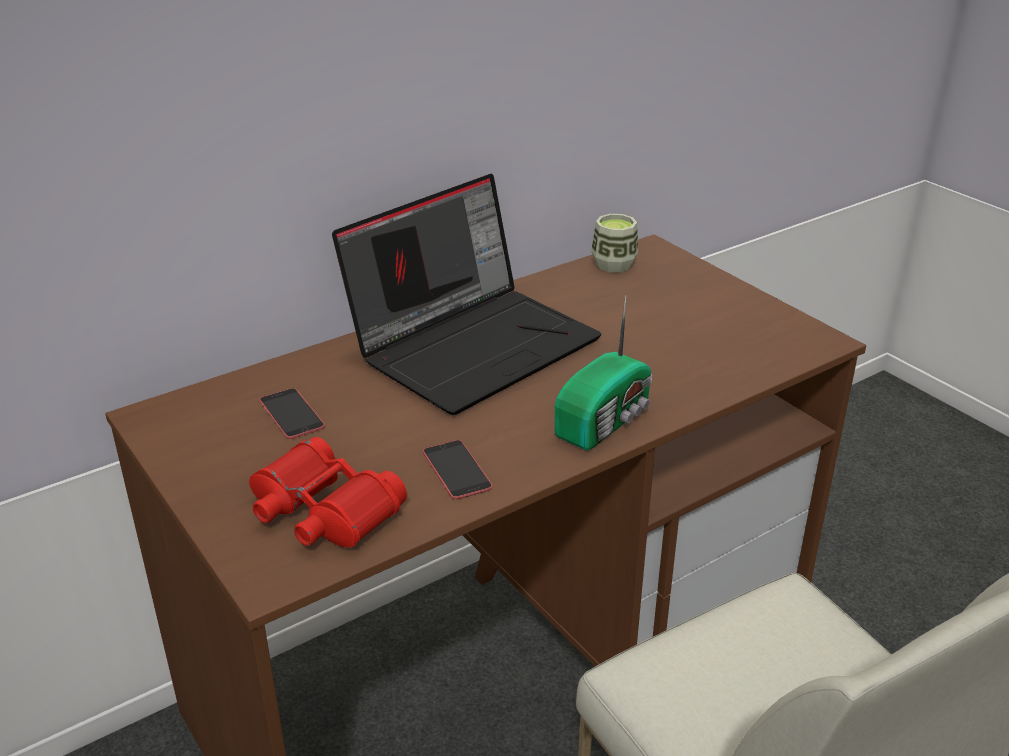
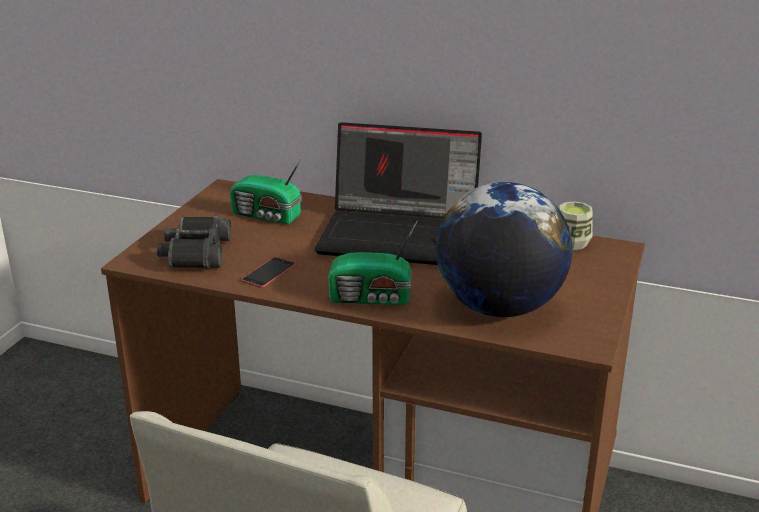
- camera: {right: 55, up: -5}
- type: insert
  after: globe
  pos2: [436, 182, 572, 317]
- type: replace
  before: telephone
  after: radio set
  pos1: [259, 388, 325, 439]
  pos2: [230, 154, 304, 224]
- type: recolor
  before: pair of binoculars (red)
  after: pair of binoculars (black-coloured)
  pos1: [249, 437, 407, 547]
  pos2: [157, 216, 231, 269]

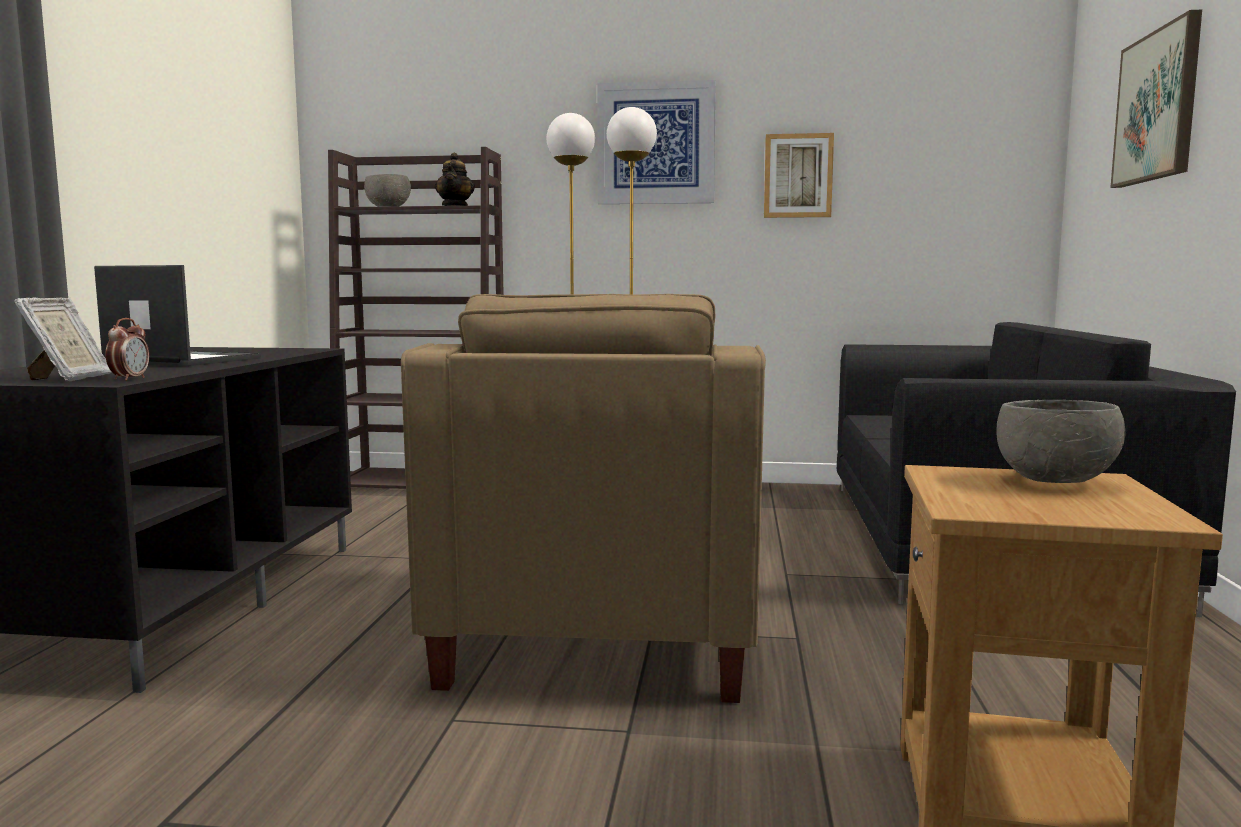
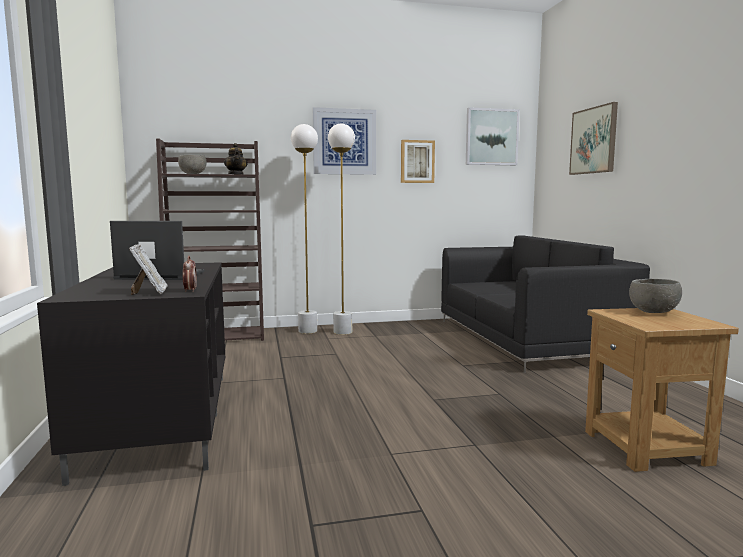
- camera: {right: -20, up: 0}
- type: delete
  before: armchair (beige)
  pos1: [401, 294, 766, 703]
- type: insert
  after: picture
  pos2: [466, 107, 520, 165]

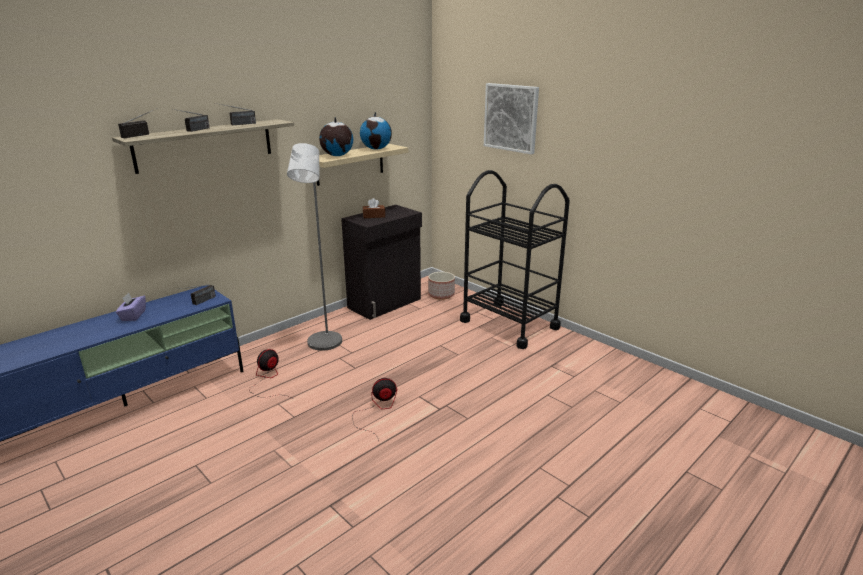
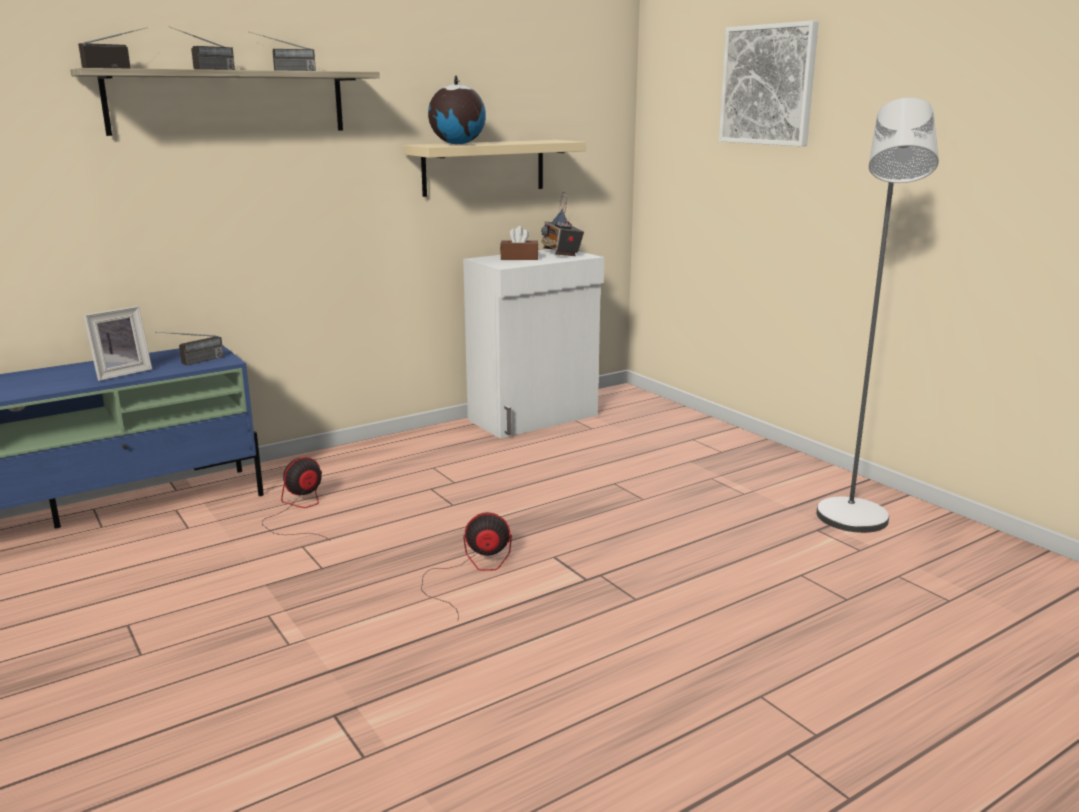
- camera: {right: 10, up: -5}
- type: delete
  before: tissue box (purple-coloured)
  pos1: [116, 293, 146, 321]
- type: delete
  before: globe
  pos1: [360, 112, 392, 150]
- type: delete
  before: plant pot
  pos1: [428, 272, 455, 300]
- type: delete
  before: cart (black-coloured)
  pos1: [460, 170, 570, 349]
- type: insert
  after: picture frame
  pos2: [83, 306, 152, 381]
- type: insert
  after: radio set
  pos2: [541, 192, 584, 256]
- type: move
  before: standard lamp (greyish)
  pos1: [287, 143, 342, 351]
  pos2: [816, 97, 939, 533]
- type: recolor
  before: cabinet (black-coloured)
  after: cabinet (white)
  pos1: [341, 205, 422, 320]
  pos2: [463, 249, 604, 438]

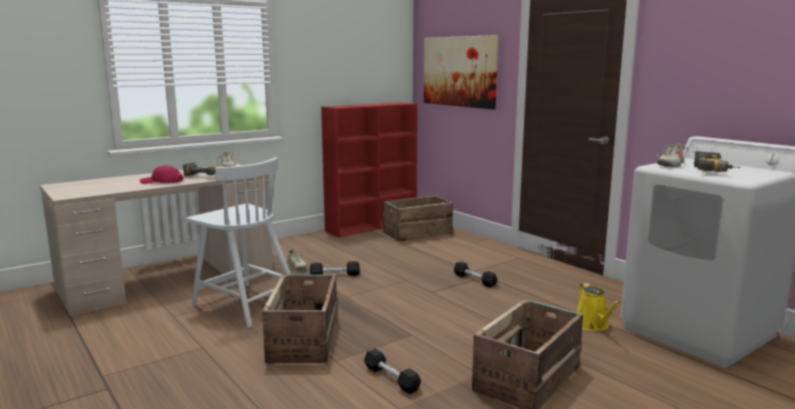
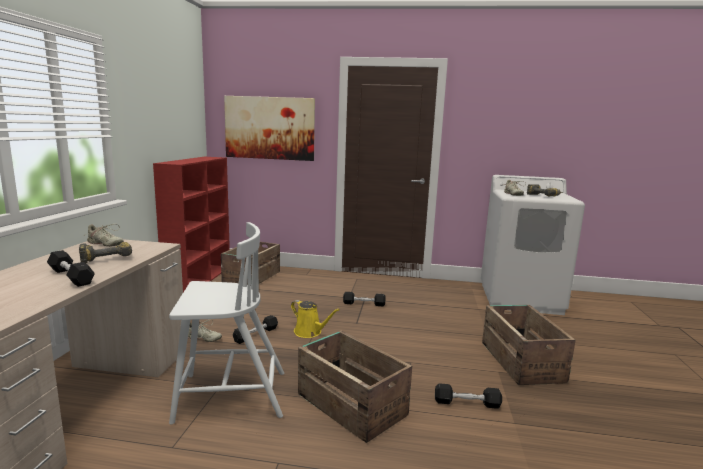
- camera: {right: -45, up: 0}
- type: move
  before: sprinkling can (yellow-coloured)
  pos1: [577, 283, 620, 331]
  pos2: [291, 300, 340, 338]
- type: replace
  before: peaked cap (red)
  after: dumbbell (black-coloured)
  pos1: [140, 166, 183, 184]
  pos2: [47, 250, 95, 287]

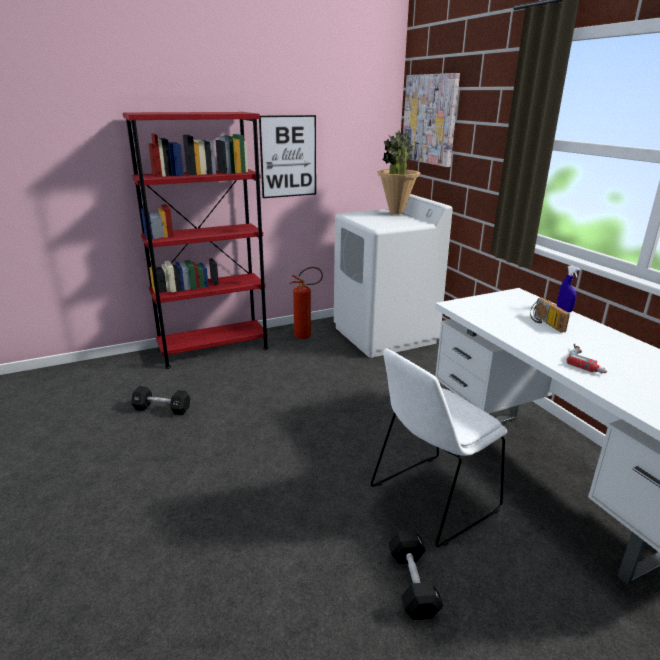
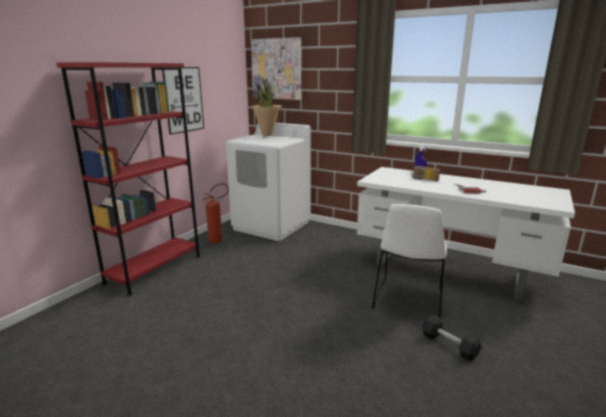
- camera: {right: -35, up: -5}
- type: delete
  before: dumbbell (black-coloured)
  pos1: [131, 386, 190, 415]

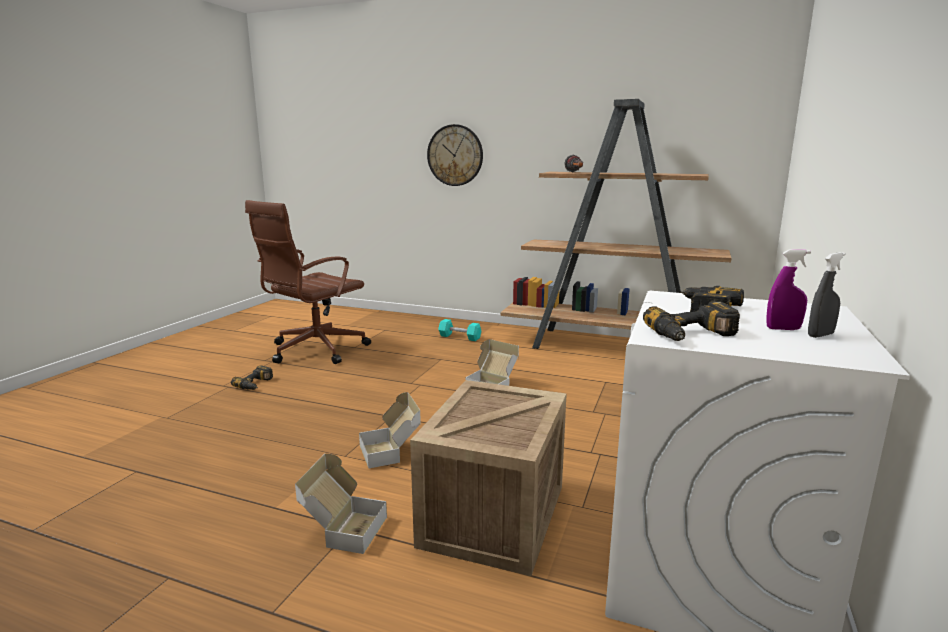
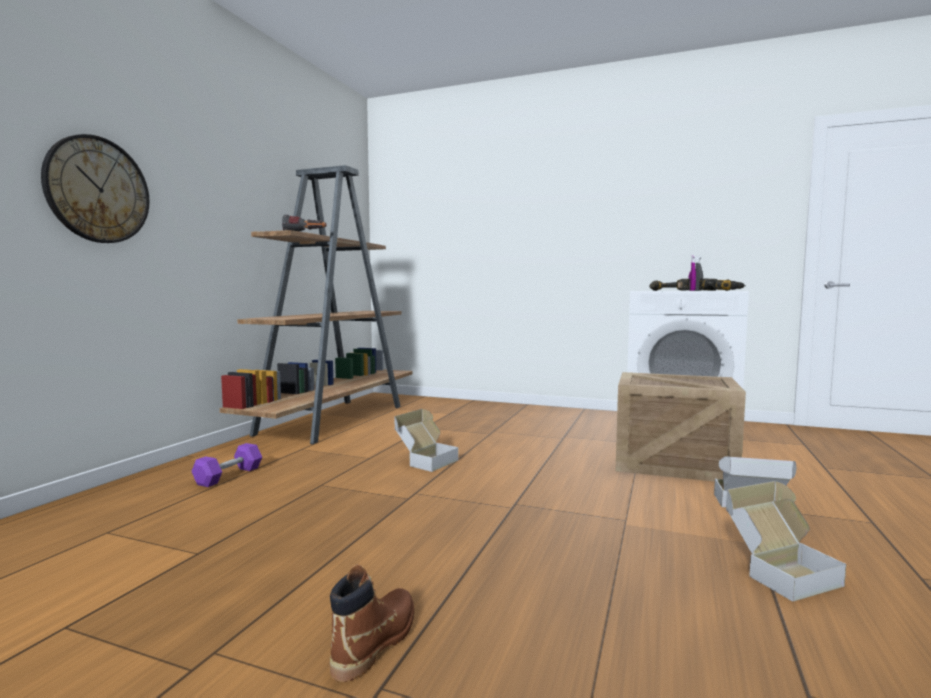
- camera: {right: -90, up: -10}
- type: delete
  before: desk chair (brown-coloured)
  pos1: [245, 200, 371, 364]
- type: move
  before: cardboard box
  pos1: [359, 392, 421, 468]
  pos2: [726, 481, 846, 602]
- type: replace
  before: electric drill
  after: high-top boot (brown-coloured)
  pos1: [231, 365, 273, 390]
  pos2: [330, 564, 414, 682]
- type: recolor
  before: dumbbell (turquoise-coloured)
  after: dumbbell (purple-coloured)
  pos1: [438, 319, 481, 341]
  pos2: [192, 443, 262, 487]

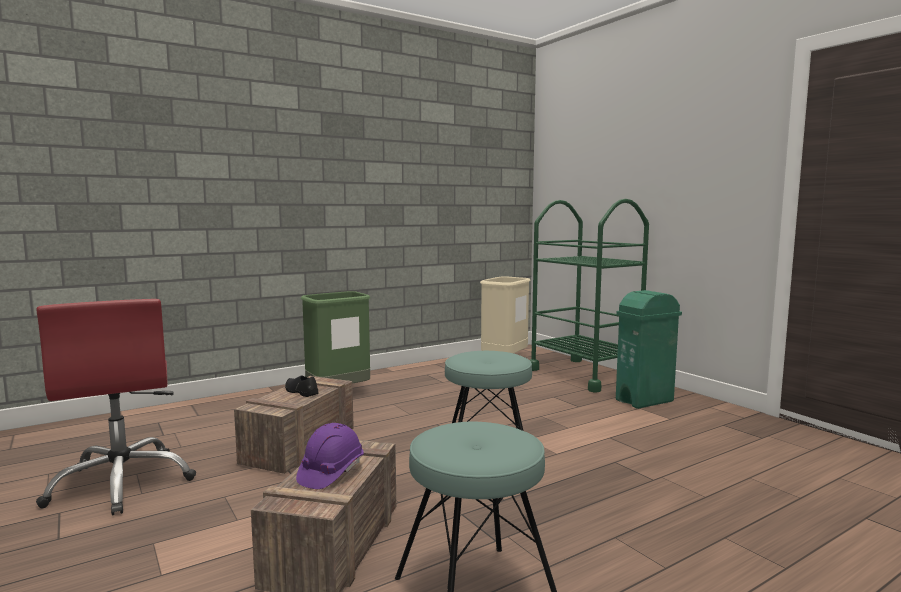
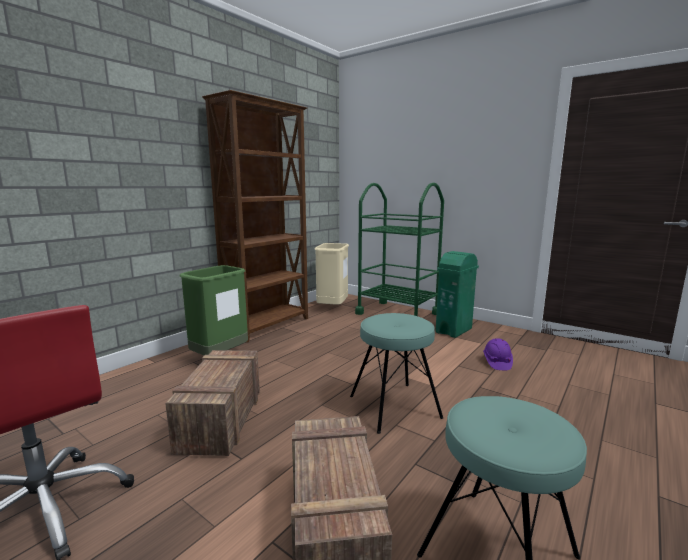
- camera: {right: -20, up: 5}
- type: delete
  before: low shoe (black-coloured)
  pos1: [285, 376, 319, 397]
- type: insert
  after: bookcase (brown-coloured)
  pos2: [202, 90, 308, 343]
- type: move
  before: safety helmet (purple-coloured)
  pos1: [296, 423, 364, 489]
  pos2: [483, 338, 513, 370]

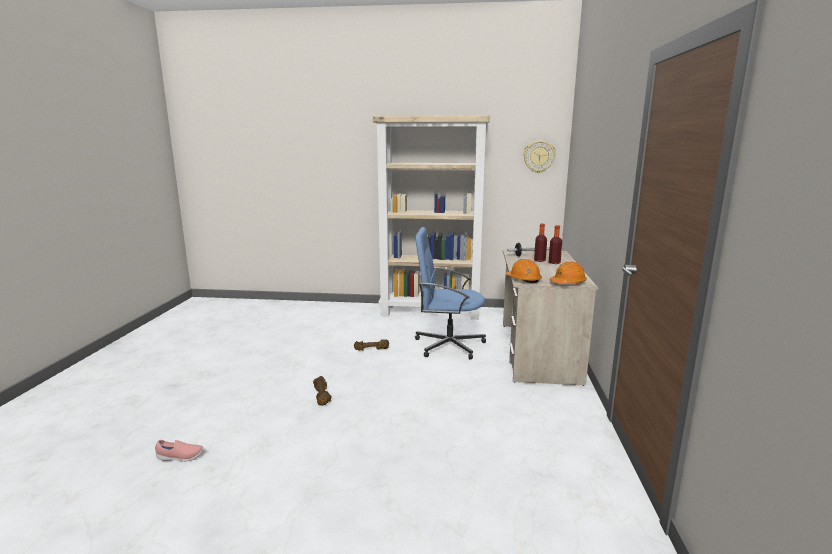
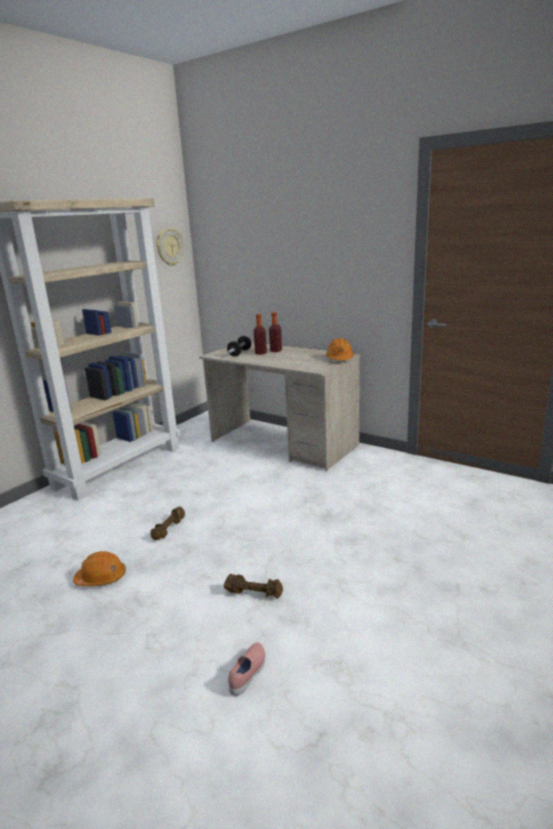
- camera: {right: -60, up: 5}
- type: delete
  before: desk chair (blue)
  pos1: [415, 227, 486, 359]
- type: move
  before: low shoe (pink)
  pos1: [155, 440, 203, 462]
  pos2: [228, 642, 265, 696]
- type: move
  before: safety helmet (orangey)
  pos1: [506, 259, 542, 283]
  pos2: [73, 551, 126, 586]

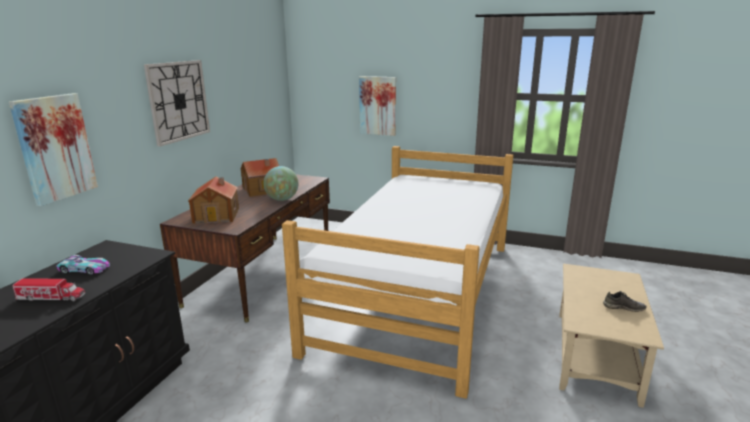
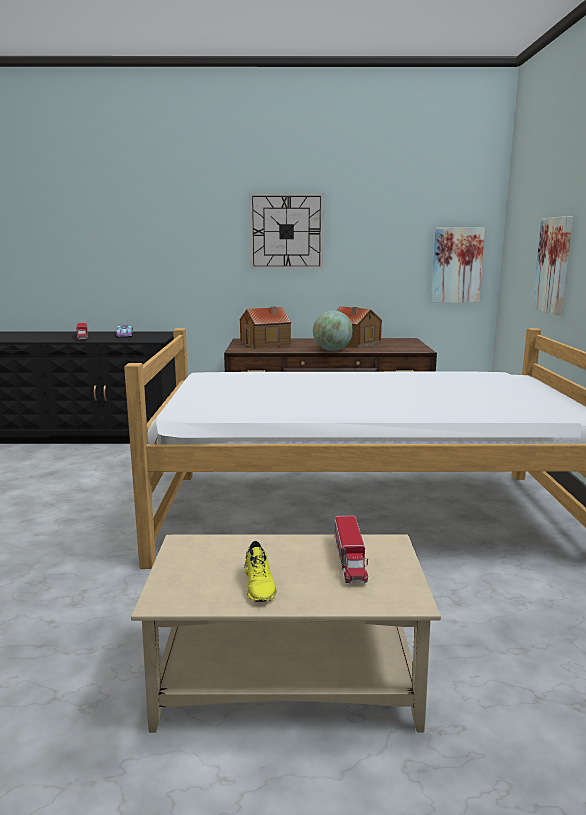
- camera: {right: 70, up: -5}
- type: insert
  after: toy lorry
  pos2: [335, 516, 368, 584]
- type: move
  before: picture
  pos1: [9, 93, 98, 206]
  pos2: [431, 227, 485, 303]
- type: recolor
  before: low shoe (greyish)
  after: low shoe (yellow-coloured)
  pos1: [603, 291, 647, 312]
  pos2: [245, 541, 276, 602]

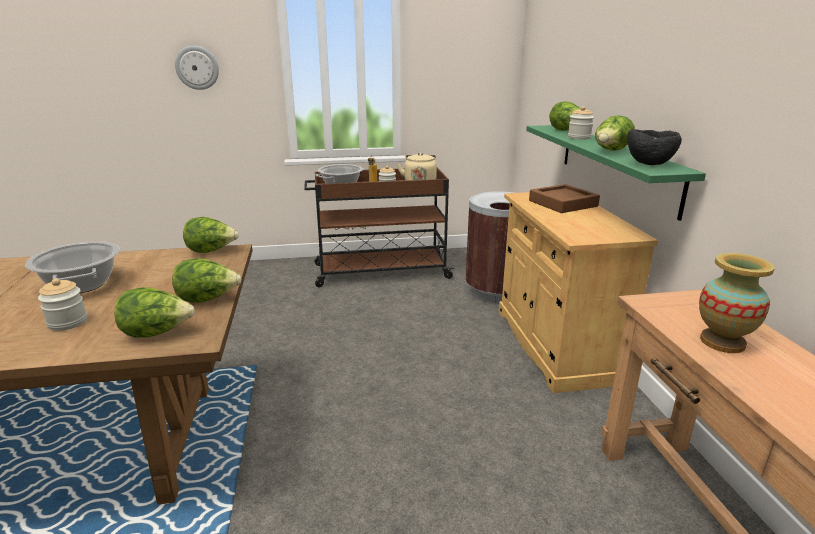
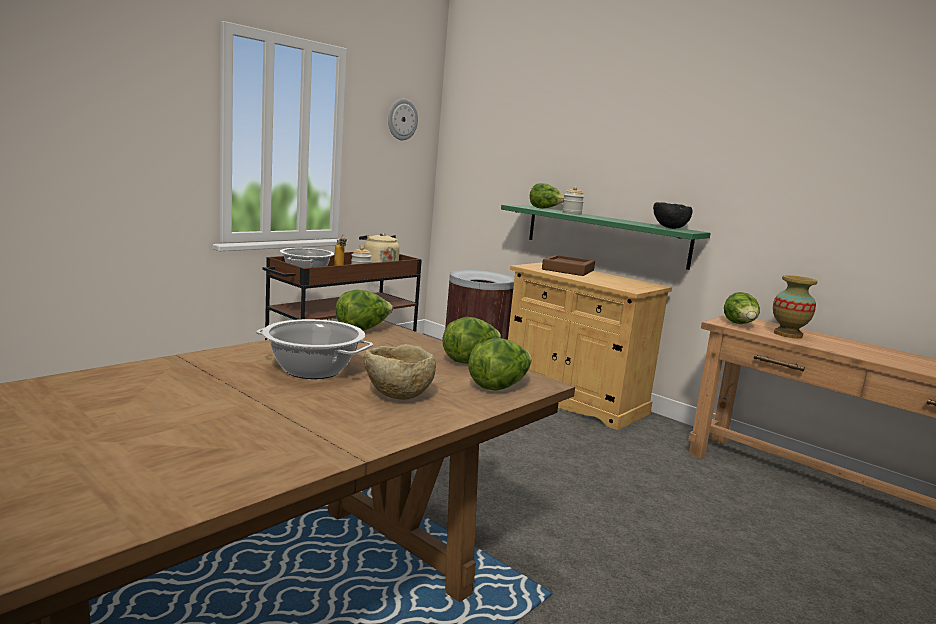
- camera: {right: -40, up: -10}
- type: move
  before: wall clock
  pos1: [175, 46, 219, 90]
  pos2: [388, 99, 418, 140]
- type: move
  before: lettuce
  pos1: [595, 115, 635, 151]
  pos2: [724, 292, 760, 324]
- type: replace
  before: storage jar
  after: serving bowl (beige)
  pos1: [38, 278, 87, 331]
  pos2: [364, 344, 436, 400]

